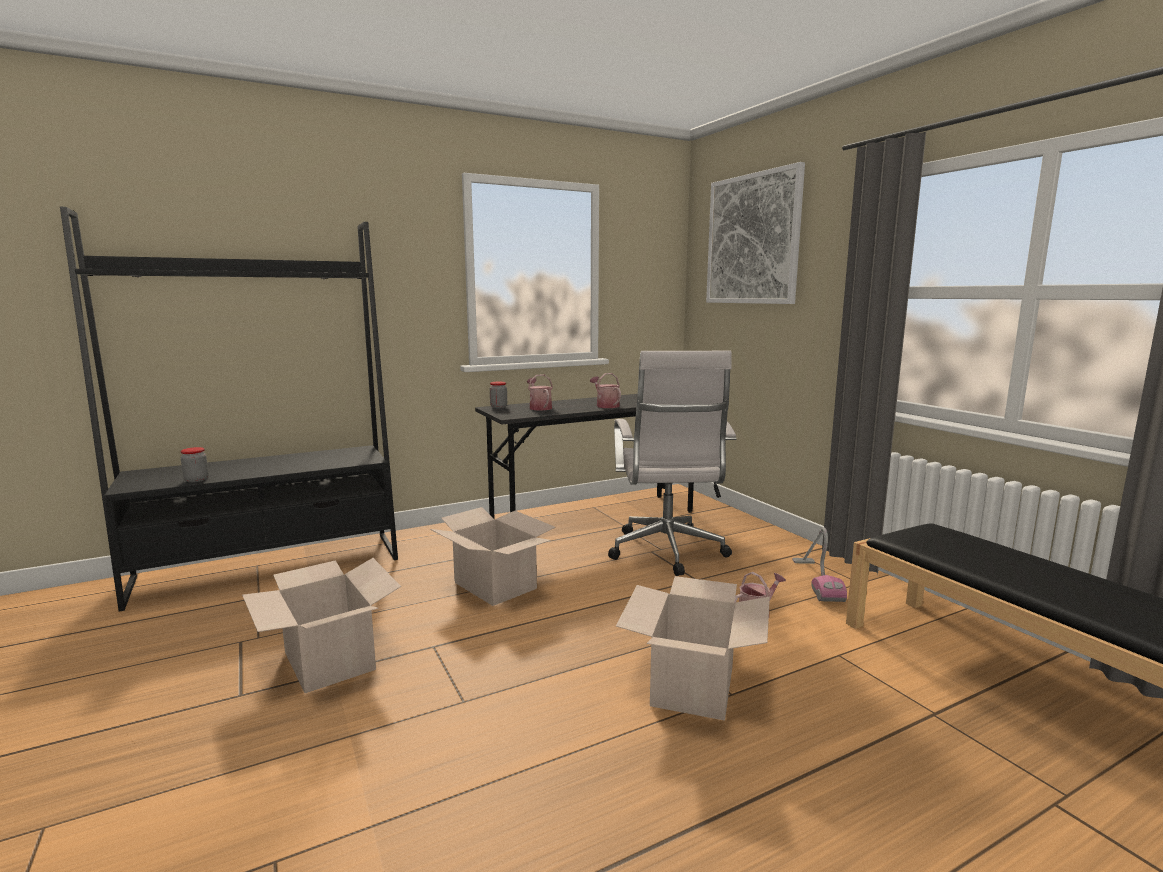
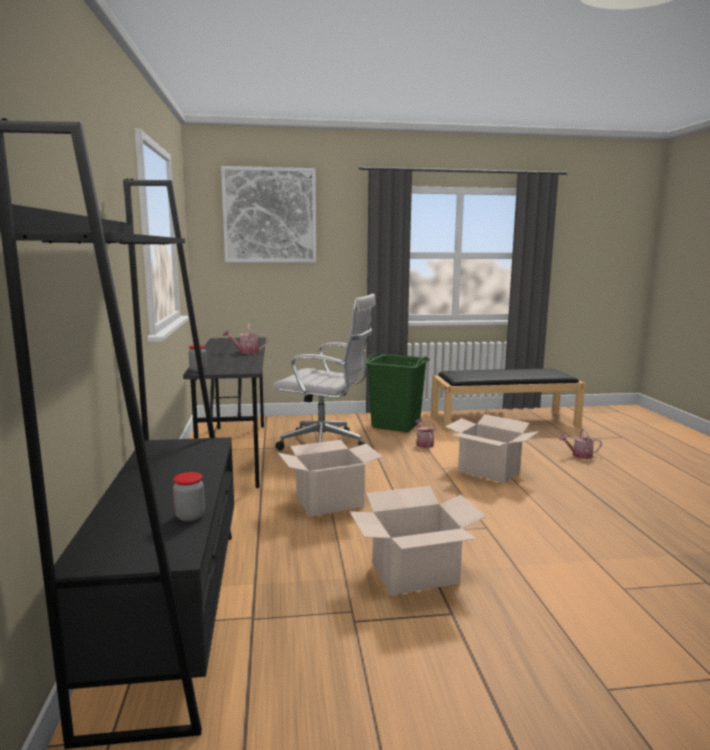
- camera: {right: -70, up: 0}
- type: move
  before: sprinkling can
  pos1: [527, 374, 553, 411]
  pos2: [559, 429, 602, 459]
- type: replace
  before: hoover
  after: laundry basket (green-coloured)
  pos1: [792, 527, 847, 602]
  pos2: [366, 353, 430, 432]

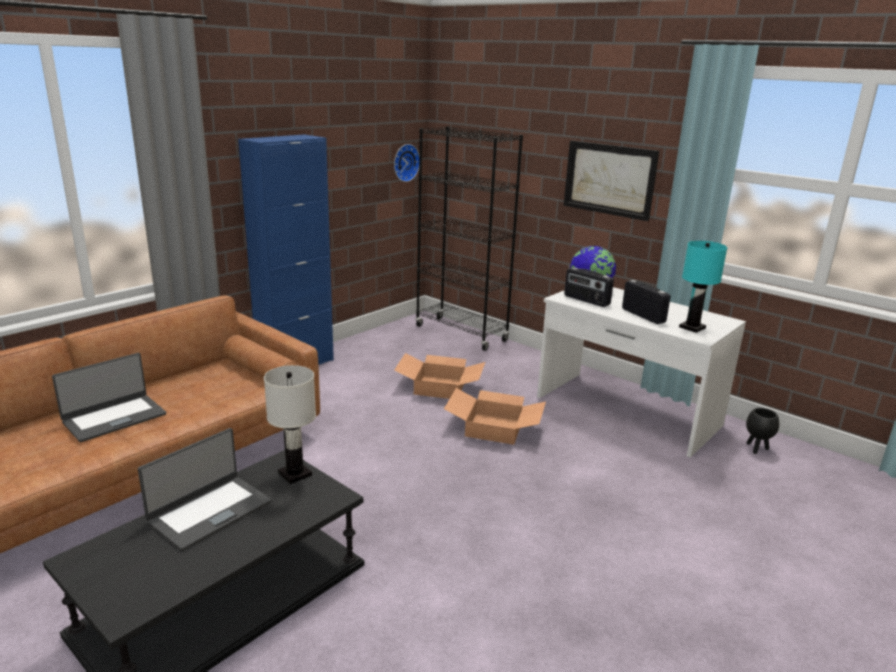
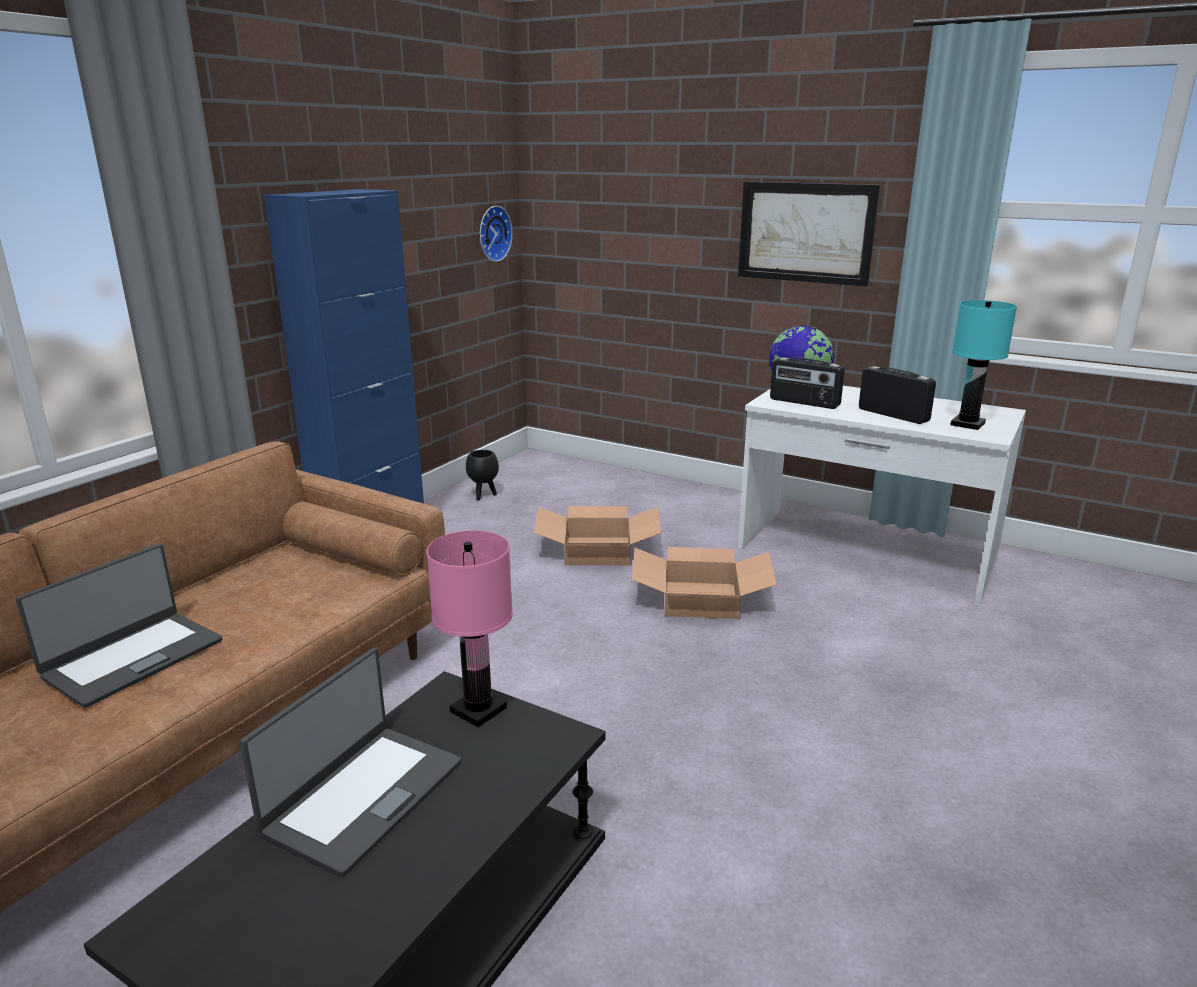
- camera: {right: -10, up: 0}
- type: delete
  before: bookcase (black-coloured)
  pos1: [415, 126, 523, 351]
- type: move
  before: plant pot (black-coloured)
  pos1: [746, 408, 779, 454]
  pos2: [466, 450, 499, 500]
- type: recolor
  before: lamp for a table (white)
  after: lamp for a table (pink)
  pos1: [264, 365, 316, 484]
  pos2: [426, 531, 513, 727]

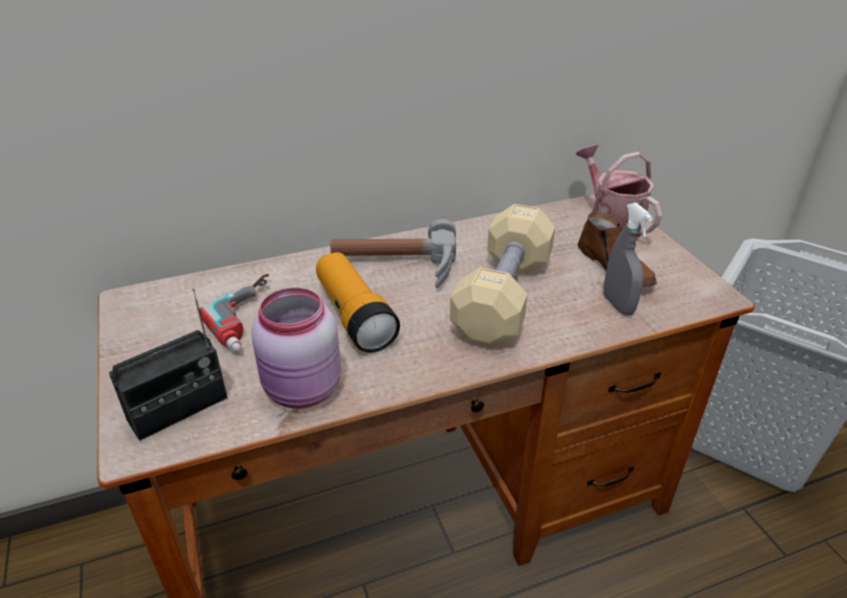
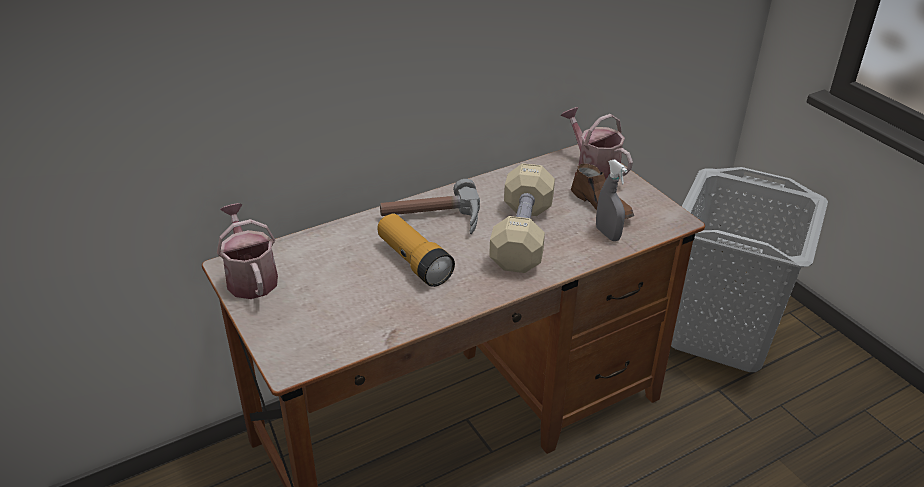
- camera: {right: -10, up: 0}
- type: delete
  before: radio set
  pos1: [109, 288, 228, 441]
- type: delete
  before: electric drill
  pos1: [199, 274, 269, 352]
- type: delete
  before: storage jar (pink)
  pos1: [252, 288, 341, 409]
- type: insert
  after: sprinkling can
  pos2: [217, 203, 278, 299]

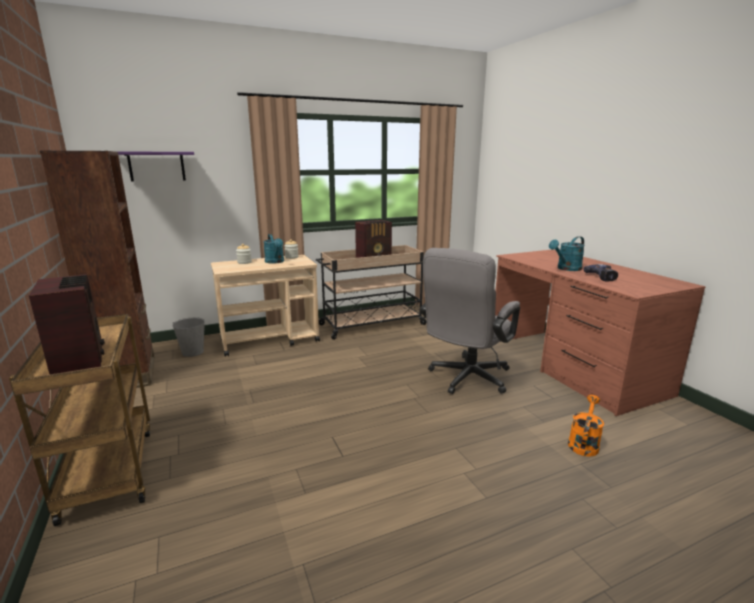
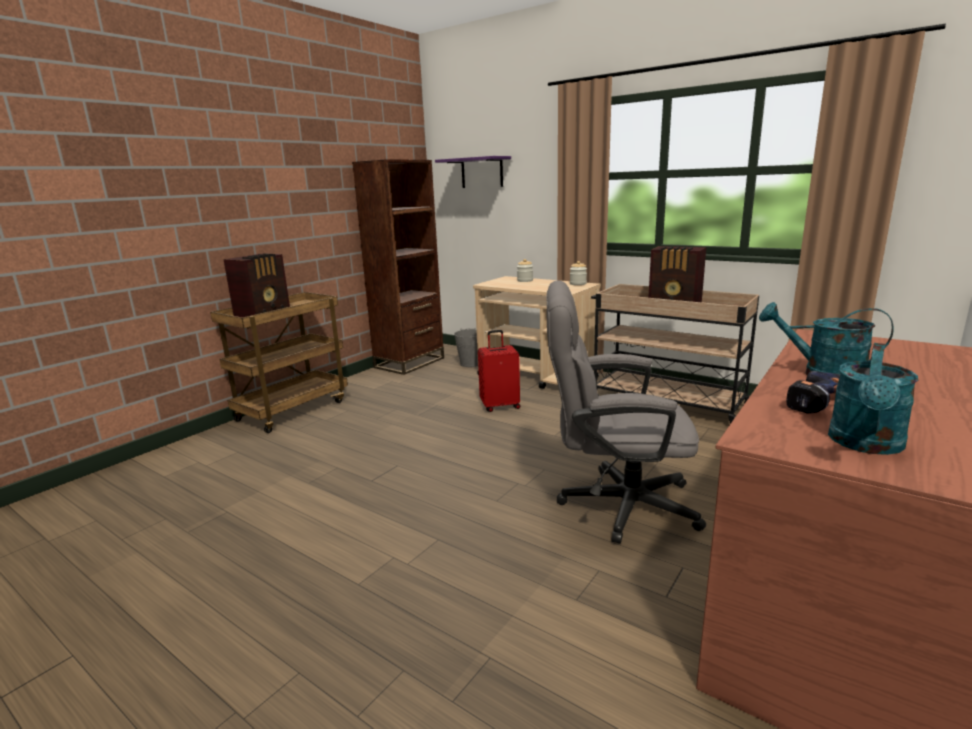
- camera: {right: 60, up: 0}
- type: delete
  before: sprinkling can (orangey)
  pos1: [568, 395, 604, 457]
- type: insert
  after: travel case (red)
  pos2: [478, 330, 520, 412]
- type: move
  before: sprinkling can (turquoise-coloured)
  pos1: [263, 234, 284, 264]
  pos2: [828, 343, 918, 455]

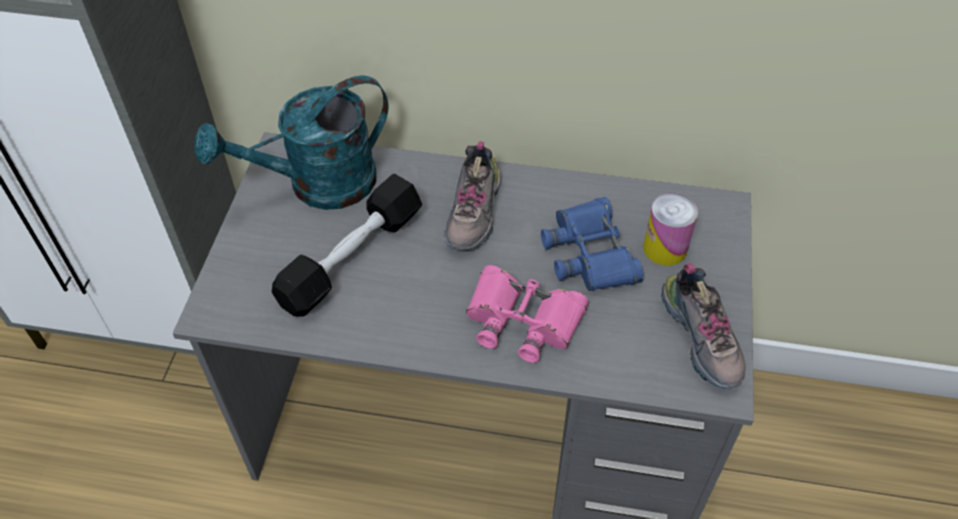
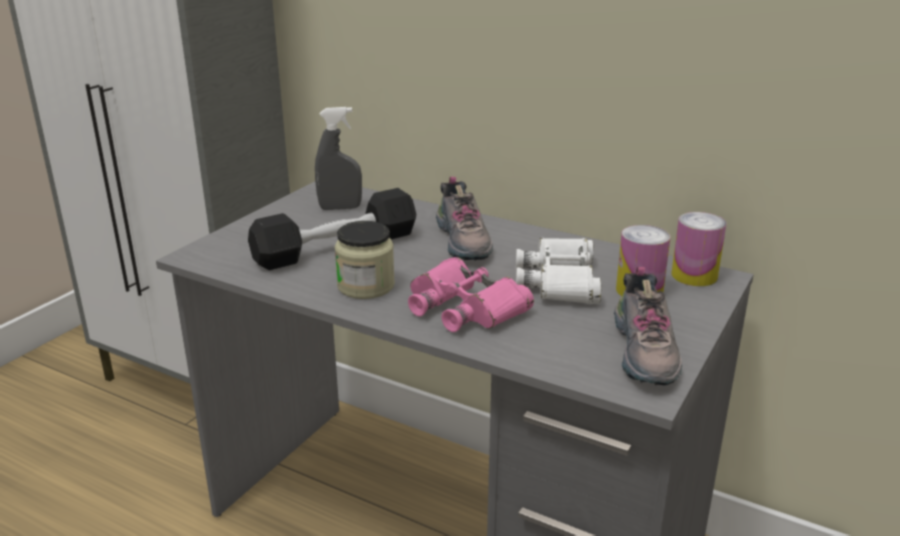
- camera: {right: 20, up: -25}
- type: insert
  after: storage jar
  pos2: [334, 221, 395, 299]
- type: insert
  after: sealed can
  pos2: [672, 212, 726, 286]
- type: replace
  before: sprinkling can (turquoise-coloured)
  after: spray bottle (greyish)
  pos1: [194, 75, 388, 210]
  pos2: [315, 107, 362, 210]
- type: recolor
  before: pair of binoculars (blue)
  after: pair of binoculars (white)
  pos1: [541, 197, 644, 291]
  pos2: [516, 238, 601, 304]
- type: rotate
  before: low shoe
  pos1: [444, 142, 502, 251]
  pos2: [436, 177, 493, 261]
  turn: -45

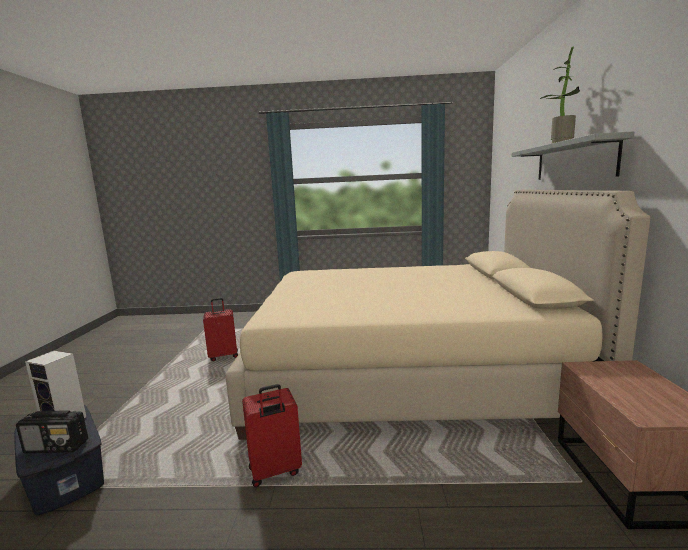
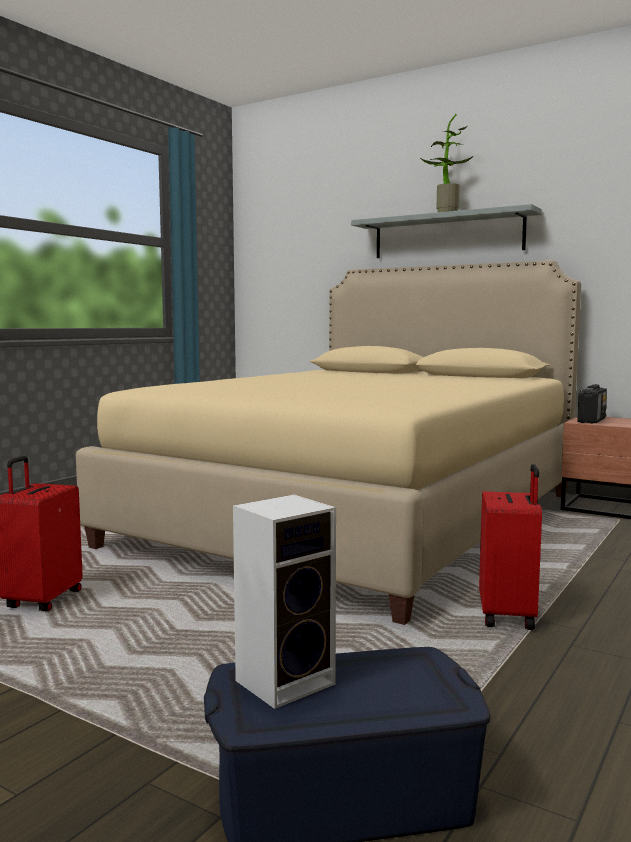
- camera: {right: -60, up: -5}
- type: move
  before: radio set
  pos1: [16, 410, 88, 454]
  pos2: [577, 384, 607, 424]

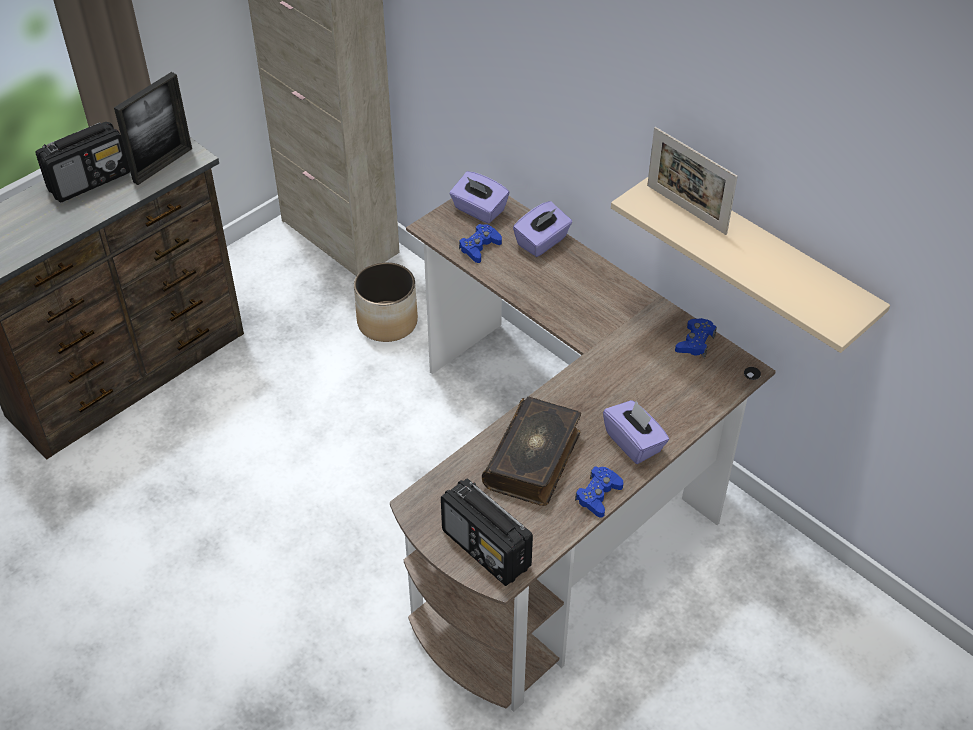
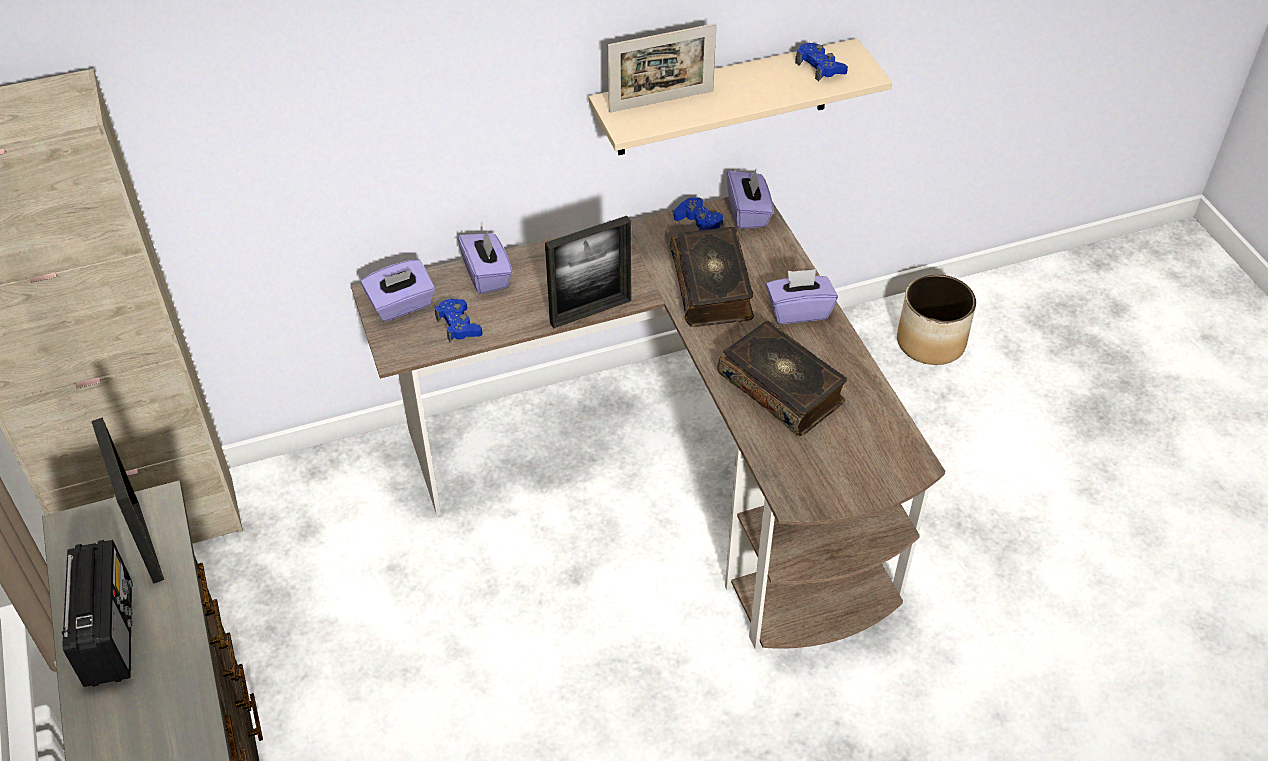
- camera: {right: -65, up: 0}
- type: delete
  before: radio set
  pos1: [441, 479, 533, 586]
- type: insert
  after: picture frame
  pos2: [545, 216, 631, 329]
- type: insert
  after: book
  pos2: [670, 227, 754, 327]
- type: insert
  after: tissue box (purple-coloured)
  pos2: [727, 170, 773, 229]
- type: move
  before: plant pot
  pos1: [354, 262, 418, 342]
  pos2: [897, 274, 976, 365]
- type: move
  before: joypad (blue)
  pos1: [575, 466, 623, 518]
  pos2: [795, 43, 848, 81]

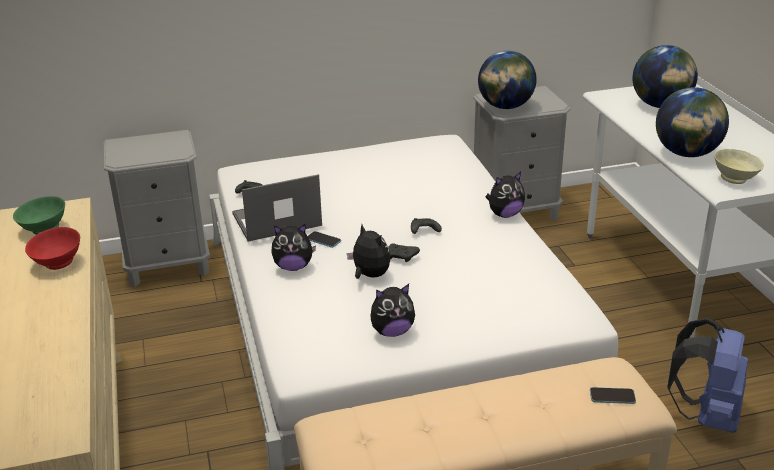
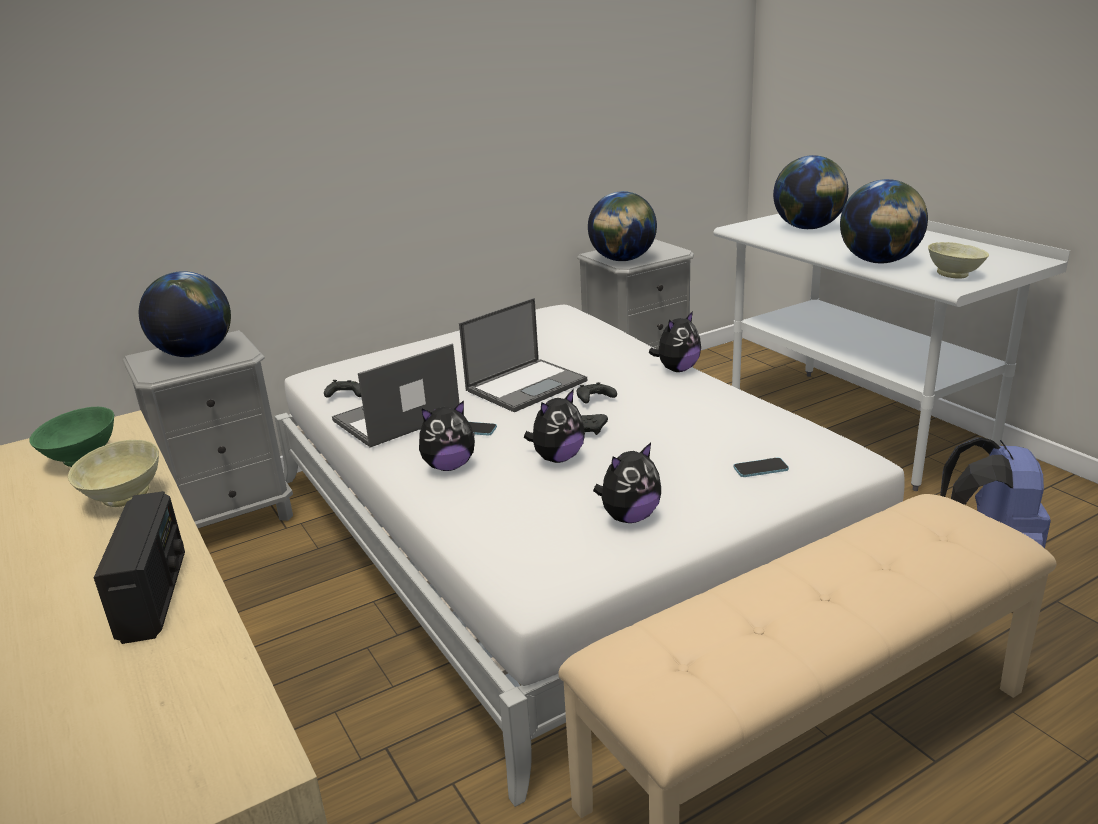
- camera: {right: -15, up: -5}
- type: insert
  after: radio set
  pos2: [94, 491, 185, 644]
- type: insert
  after: globe
  pos2: [139, 271, 231, 357]
- type: insert
  after: notebook computer
  pos2: [459, 298, 587, 412]
- type: move
  before: telephone
  pos1: [590, 387, 636, 404]
  pos2: [733, 458, 789, 477]
- type: recolor
  before: serving bowl (red)
  after: serving bowl (beige)
  pos1: [25, 227, 80, 270]
  pos2: [68, 440, 159, 507]
- type: rotate
  before: soft toy
  pos1: [347, 225, 390, 279]
  pos2: [524, 389, 585, 463]
  turn: 105

